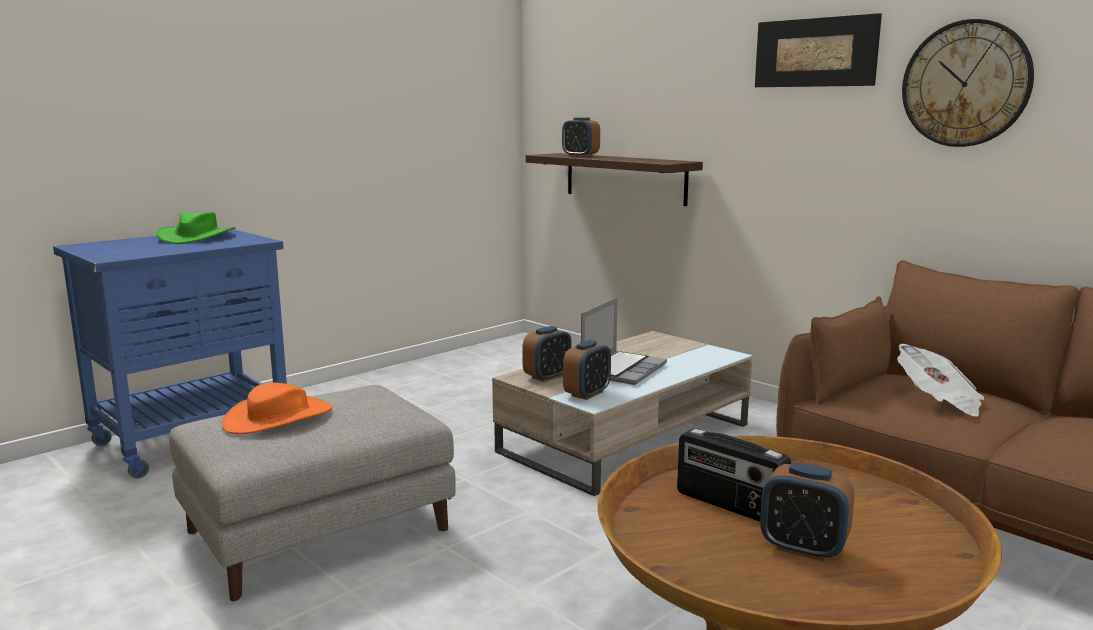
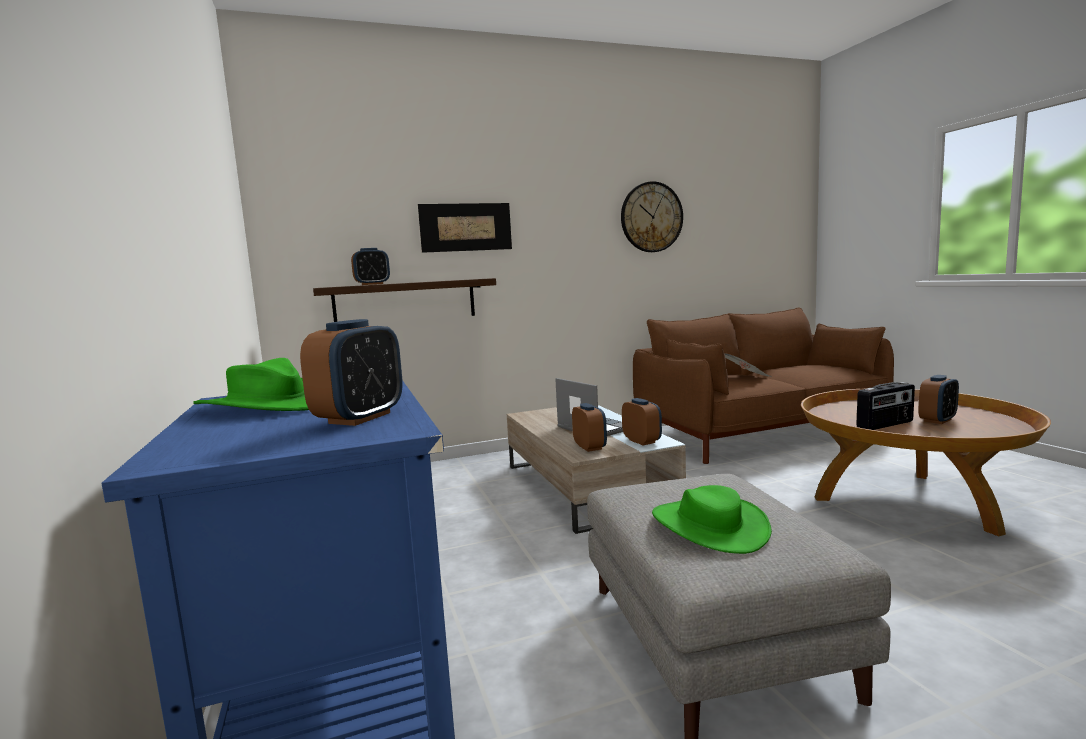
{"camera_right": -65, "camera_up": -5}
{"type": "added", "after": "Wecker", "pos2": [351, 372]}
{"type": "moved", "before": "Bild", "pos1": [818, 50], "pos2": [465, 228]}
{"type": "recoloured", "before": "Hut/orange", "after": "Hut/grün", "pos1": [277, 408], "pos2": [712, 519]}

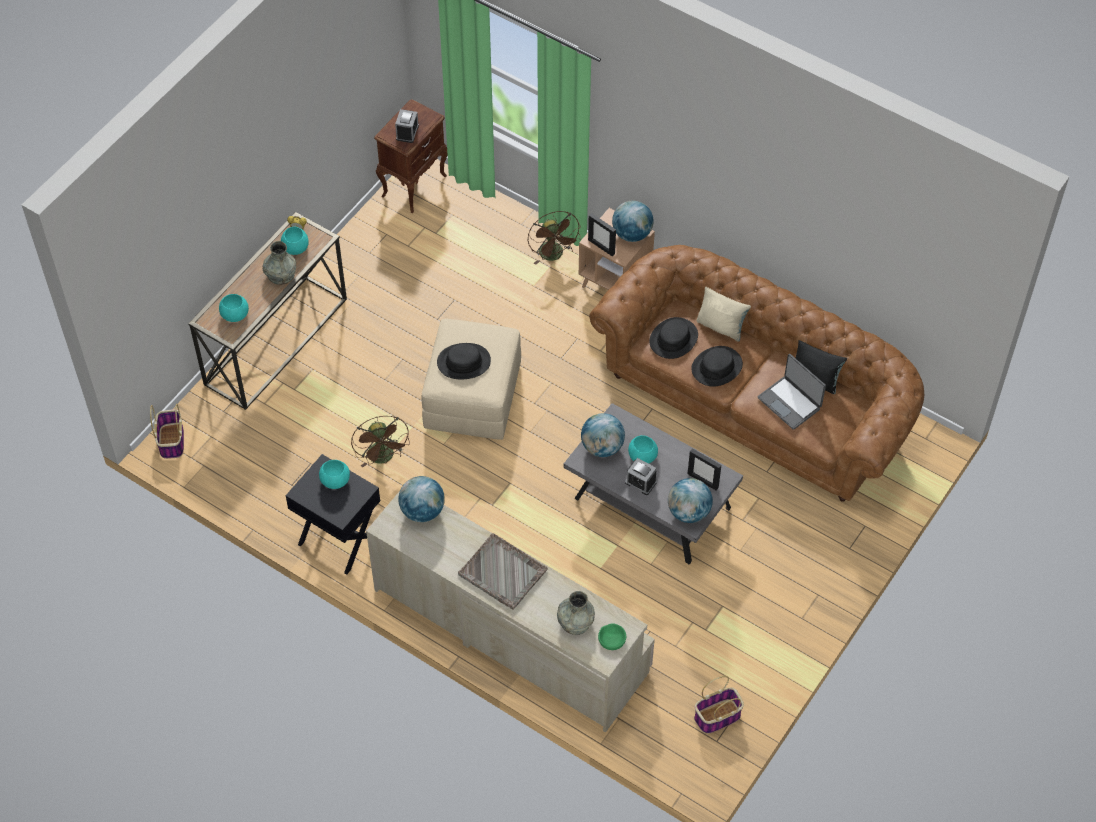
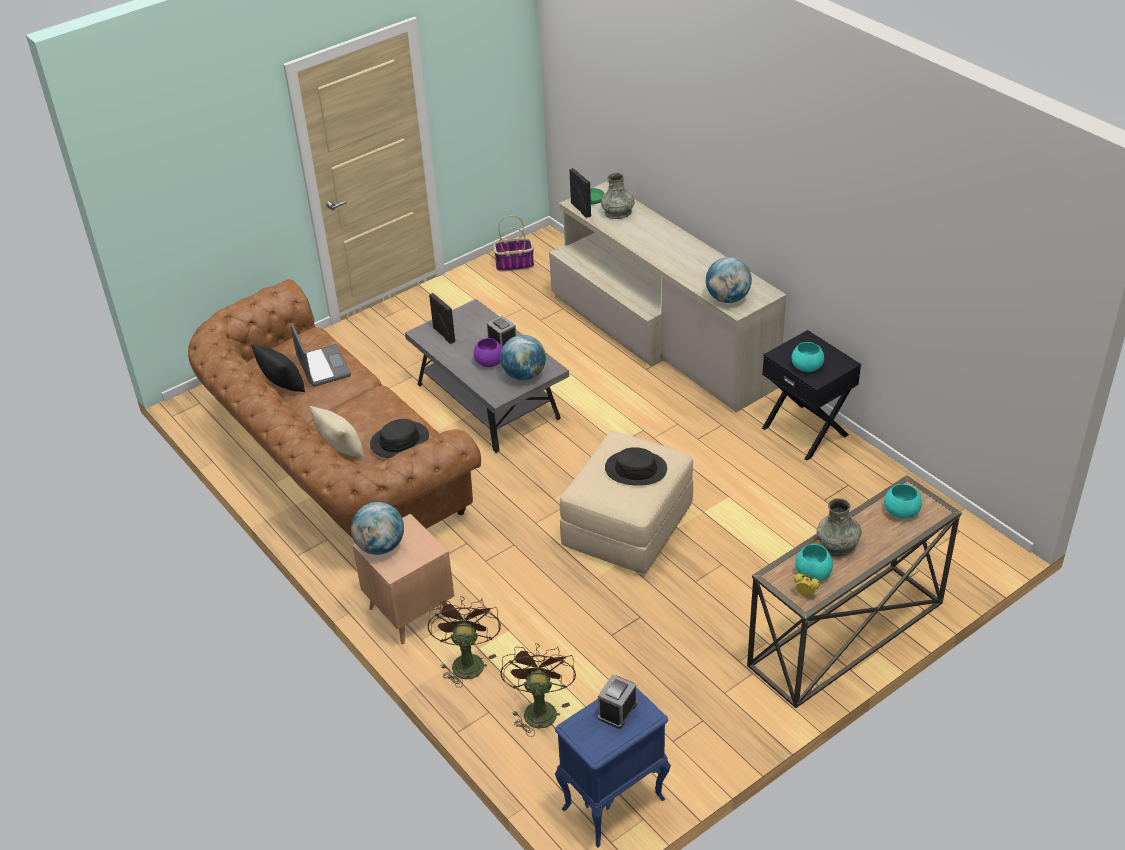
{"camera_right": -160, "camera_up": -15}
{"type": "removed", "before": "Korb", "pos1": [167, 431]}
{"type": "removed", "before": "Tablett/grau", "pos1": [502, 571]}
{"type": "removed", "before": "Globus", "pos1": [690, 500]}
{"type": "removed", "before": "Hut/schwarz", "pos1": [717, 366]}
{"type": "moved", "before": "Ventilator/braun", "pos1": [380, 442], "pos2": [538, 690]}
{"type": "moved", "before": "Bilderrahmen", "pos1": [602, 235], "pos2": [580, 193]}
{"type": "recoloured", "before": "Nachttisch/braun", "after": "Nachttisch/blau", "pos1": [411, 157], "pos2": [613, 767]}
{"type": "recoloured", "before": "Schüssel/türkis", "after": "Schüssel/lila", "pos1": [643, 449], "pos2": [487, 352]}

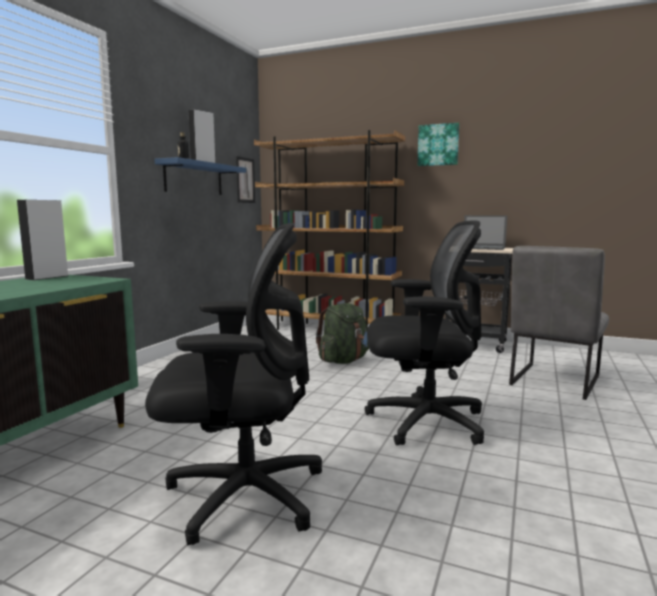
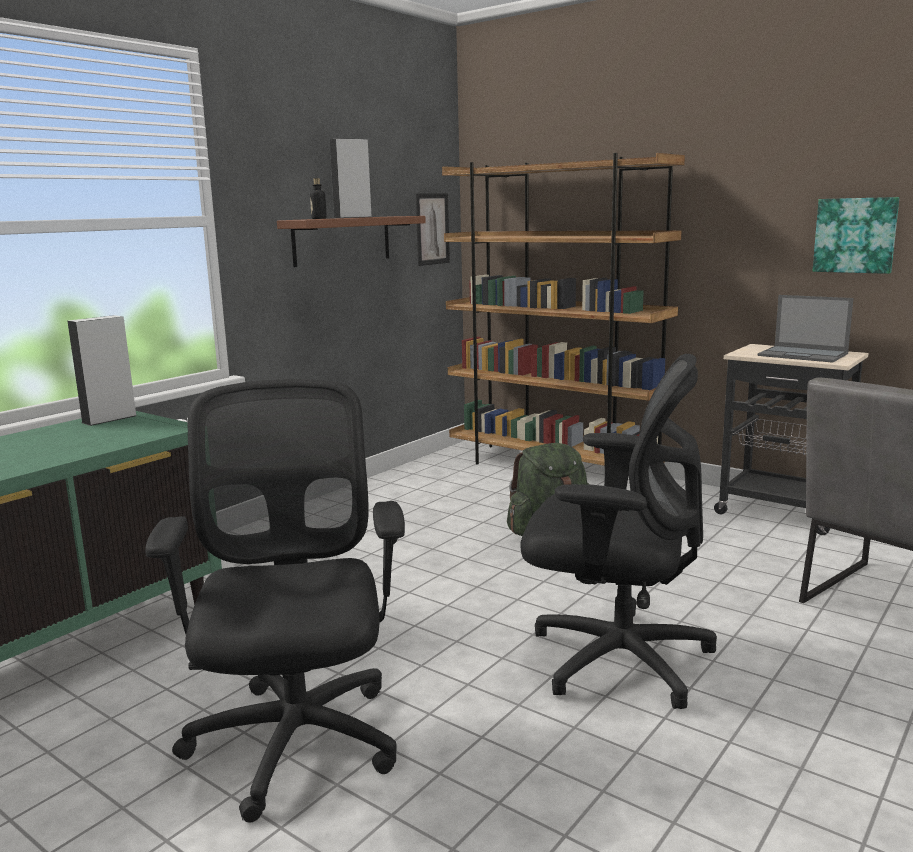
{"camera_right": 15, "camera_up": 5}
{"type": "moved", "before": "Bild", "pos1": [438, 144], "pos2": [856, 235]}
{"type": "recoloured", "before": "Wandregal/blau", "after": "Wandregal/braun", "pos1": [200, 176], "pos2": [351, 241]}
{"type": "turned", "before": "Bürostuhl/schwarz", "pos1": [233, 384], "pos2": [275, 600], "turn": -105}

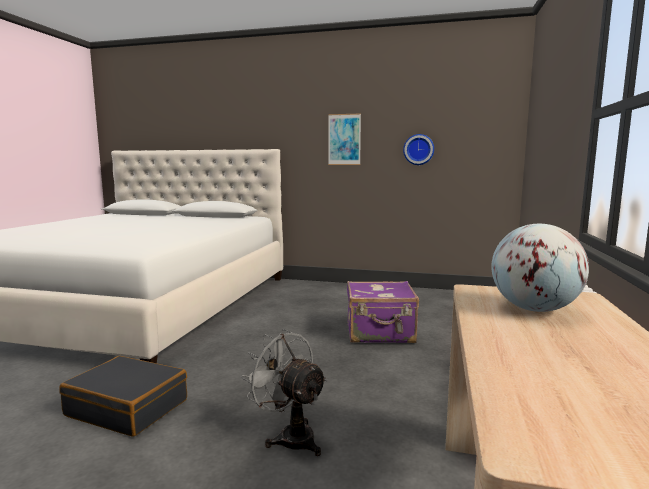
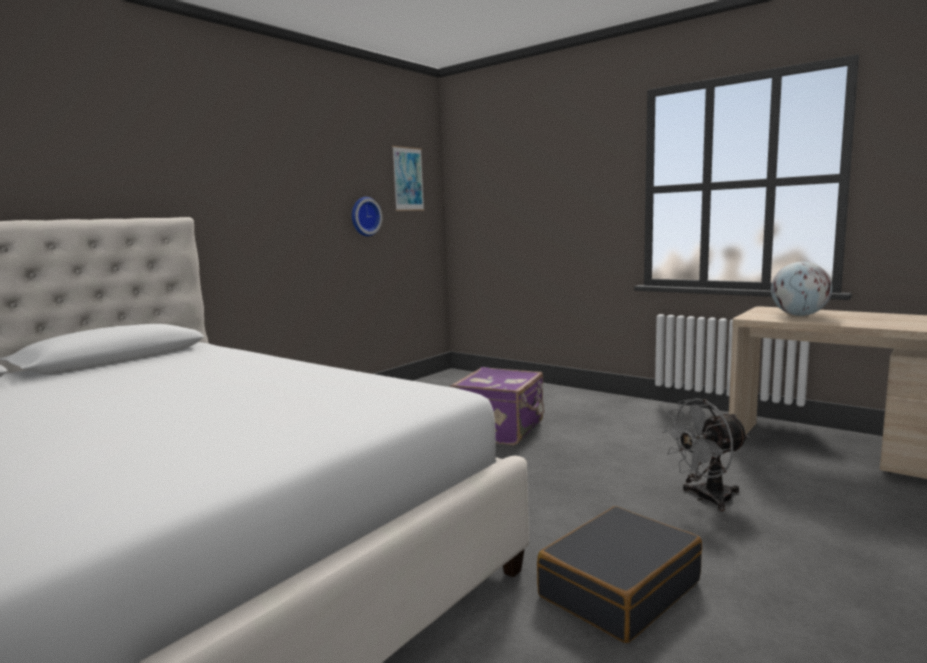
{"camera_right": -65, "camera_up": 0}
{"type": "moved", "before": "Bild", "pos1": [344, 139], "pos2": [408, 178]}

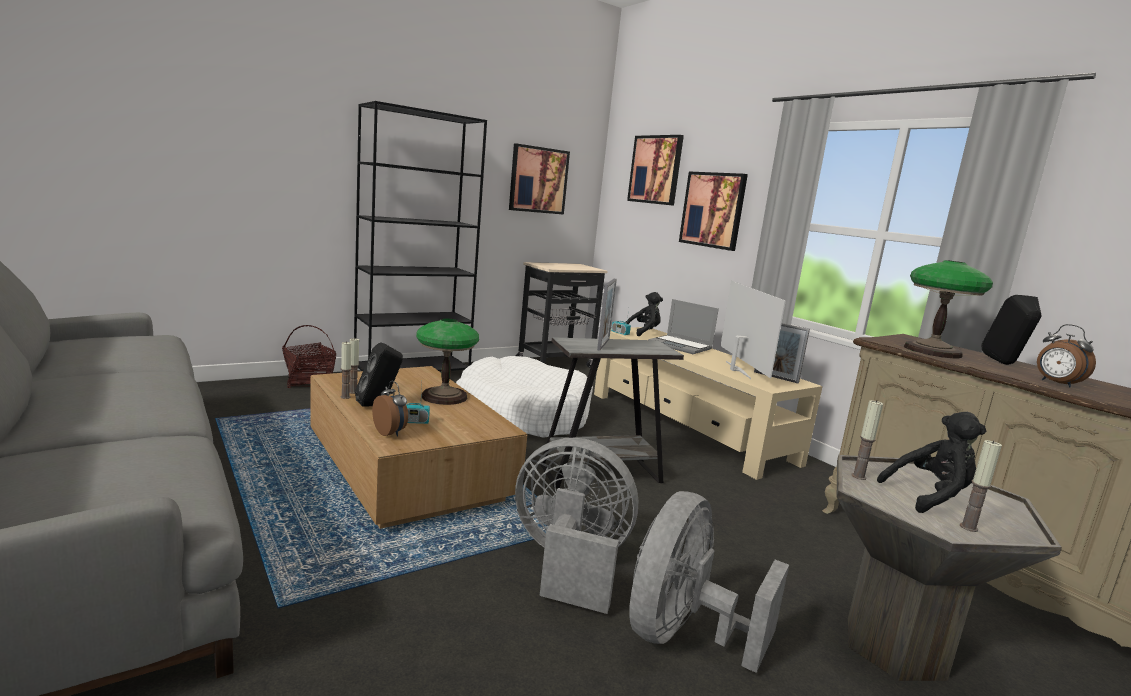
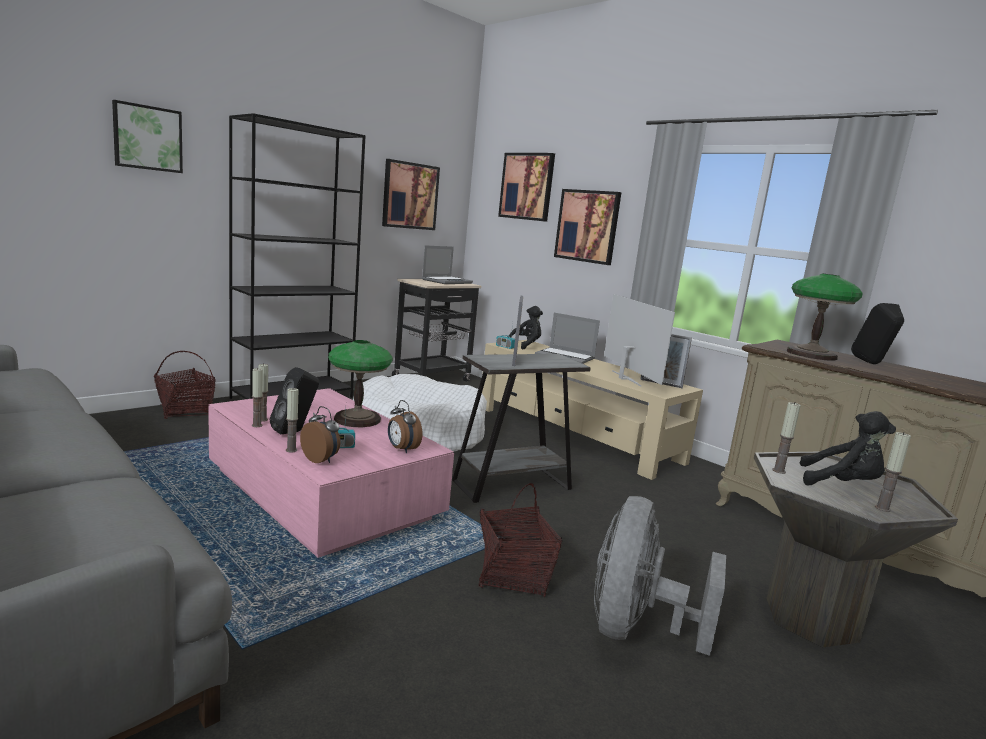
{"camera_right": -10, "camera_up": 0}
{"type": "added", "after": "Bild", "pos2": [147, 136]}
{"type": "added", "after": "Kerze", "pos2": [292, 420]}
{"type": "added", "after": "Laptop", "pos2": [447, 264]}
{"type": "moved", "before": "Wecker", "pos1": [1066, 355], "pos2": [405, 426]}
{"type": "replaced", "before": "Ventilator/grau", "after": "Korb", "pos1": [577, 526], "pos2": [520, 540]}
{"type": "recoloured", "before": "Couchtisch/braun", "after": "Couchtisch/rosa", "pos1": [418, 447], "pos2": [331, 473]}
{"type": "turned", "before": "Plüschtier/schwarz", "pos1": [931, 462], "pos2": [848, 448], "turn": 45}

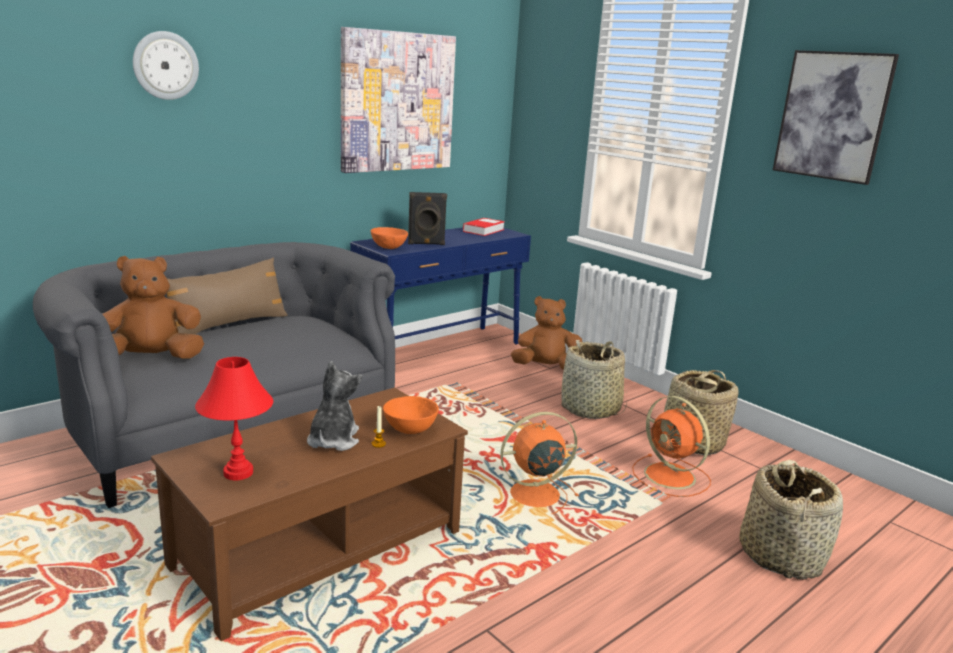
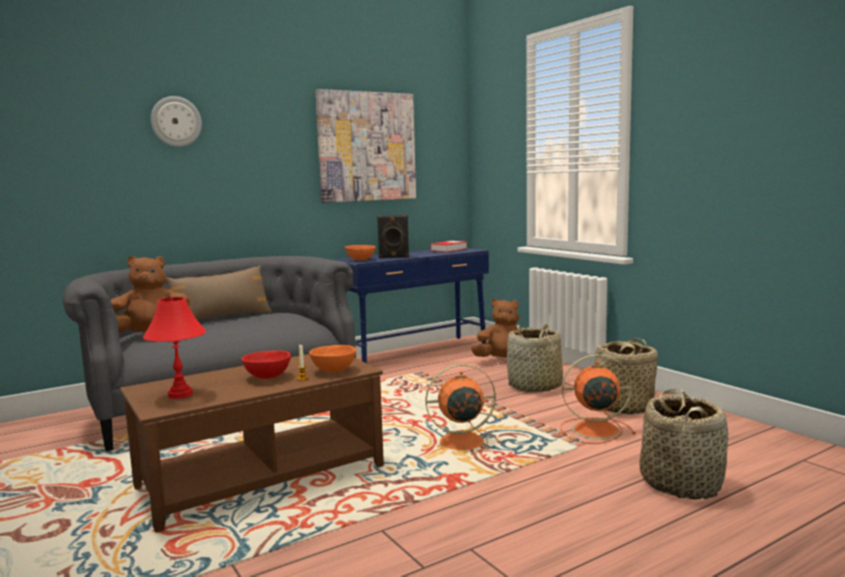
{"camera_right": 10, "camera_up": -10}
{"type": "removed", "before": "Bild", "pos1": [836, 117]}
{"type": "replaced", "before": "Plüschtier", "after": "Schüssel/rot", "pos1": [334, 406], "pos2": [266, 364]}
{"type": "turned", "before": "Ventilator/orange", "pos1": [671, 446], "pos2": [598, 399], "turn": 120}

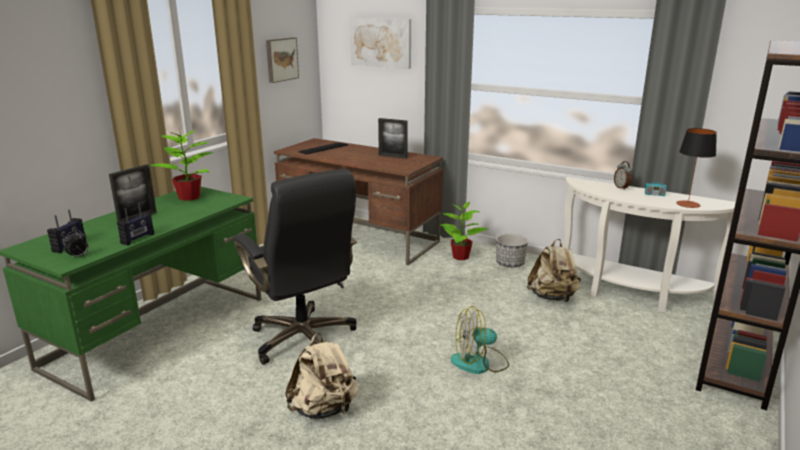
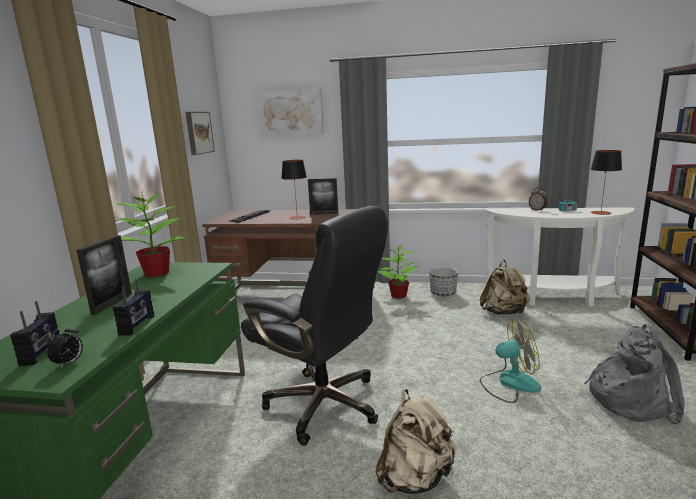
{"camera_right": -20, "camera_up": -5}
{"type": "added", "after": "Tischlampe", "pos2": [294, 190]}
{"type": "added", "after": "Rucksack/grau", "pos2": [634, 374]}
{"type": "turned", "before": "Ventilator", "pos1": [480, 340], "pos2": [510, 361], "turn": -150}

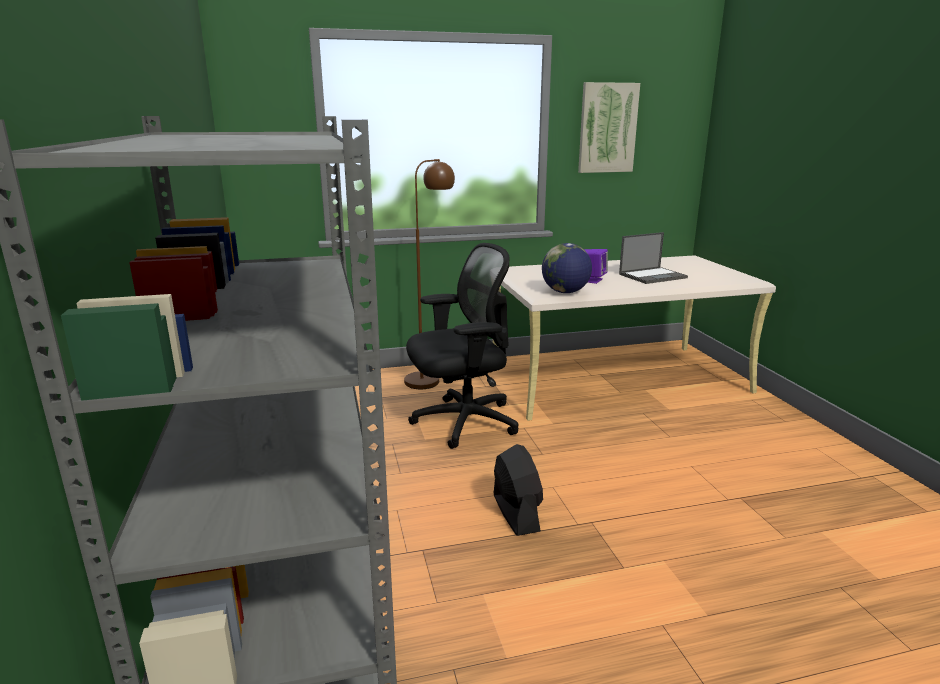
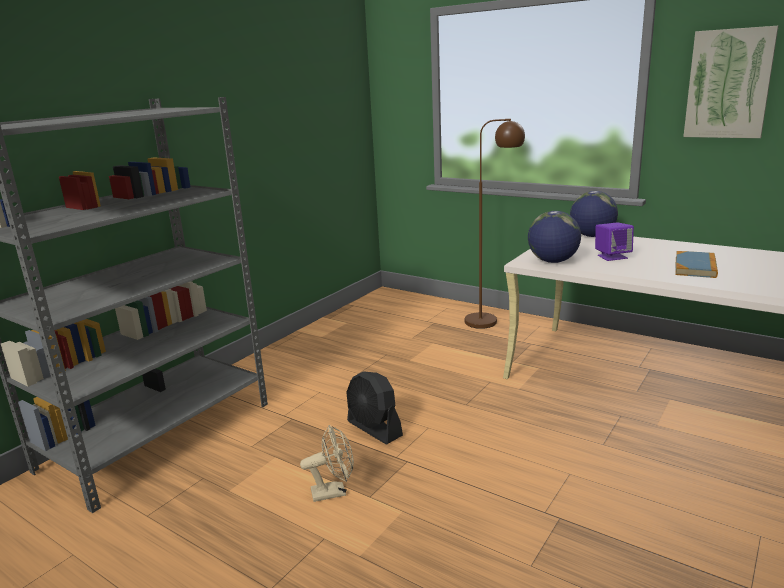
{"camera_right": 50, "camera_up": 0}
{"type": "removed", "before": "Bürostuhl/schwarz", "pos1": [462, 346]}
{"type": "added", "after": "Ventilator/beige", "pos2": [327, 463]}
{"type": "added", "after": "Globus", "pos2": [594, 214]}
{"type": "replaced", "before": "Laptop", "after": "Buch", "pos1": [653, 258], "pos2": [696, 264]}
{"type": "turned", "before": "Ventilator/schwarz", "pos1": [518, 490], "pos2": [374, 407], "turn": 105}

